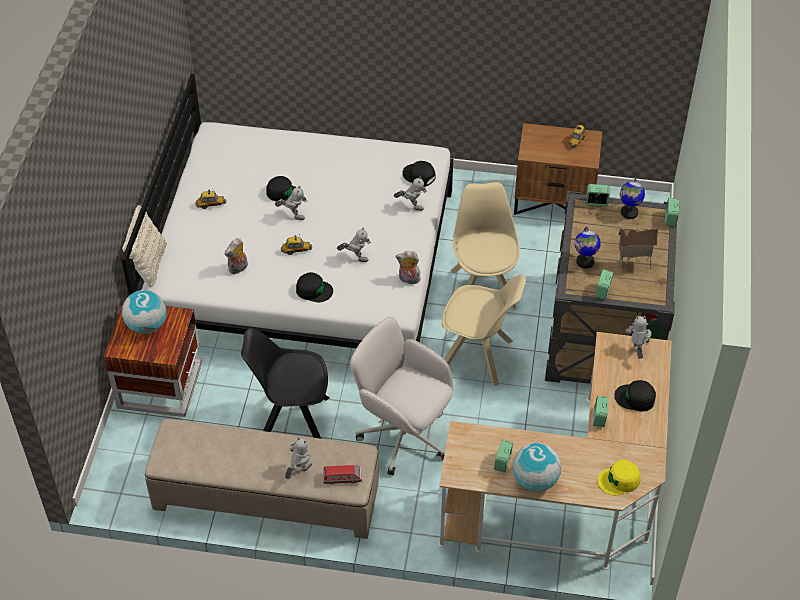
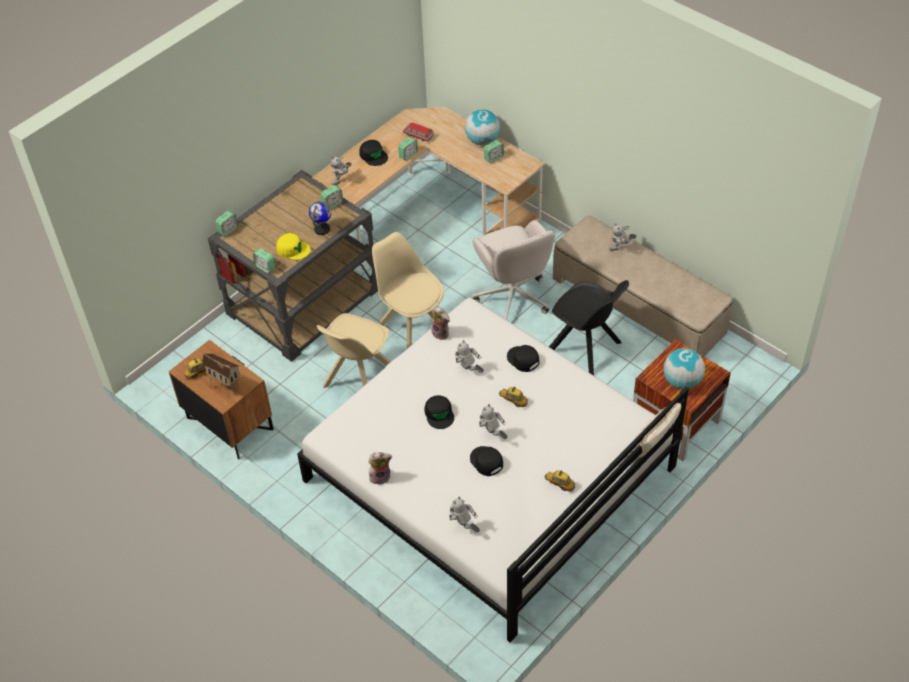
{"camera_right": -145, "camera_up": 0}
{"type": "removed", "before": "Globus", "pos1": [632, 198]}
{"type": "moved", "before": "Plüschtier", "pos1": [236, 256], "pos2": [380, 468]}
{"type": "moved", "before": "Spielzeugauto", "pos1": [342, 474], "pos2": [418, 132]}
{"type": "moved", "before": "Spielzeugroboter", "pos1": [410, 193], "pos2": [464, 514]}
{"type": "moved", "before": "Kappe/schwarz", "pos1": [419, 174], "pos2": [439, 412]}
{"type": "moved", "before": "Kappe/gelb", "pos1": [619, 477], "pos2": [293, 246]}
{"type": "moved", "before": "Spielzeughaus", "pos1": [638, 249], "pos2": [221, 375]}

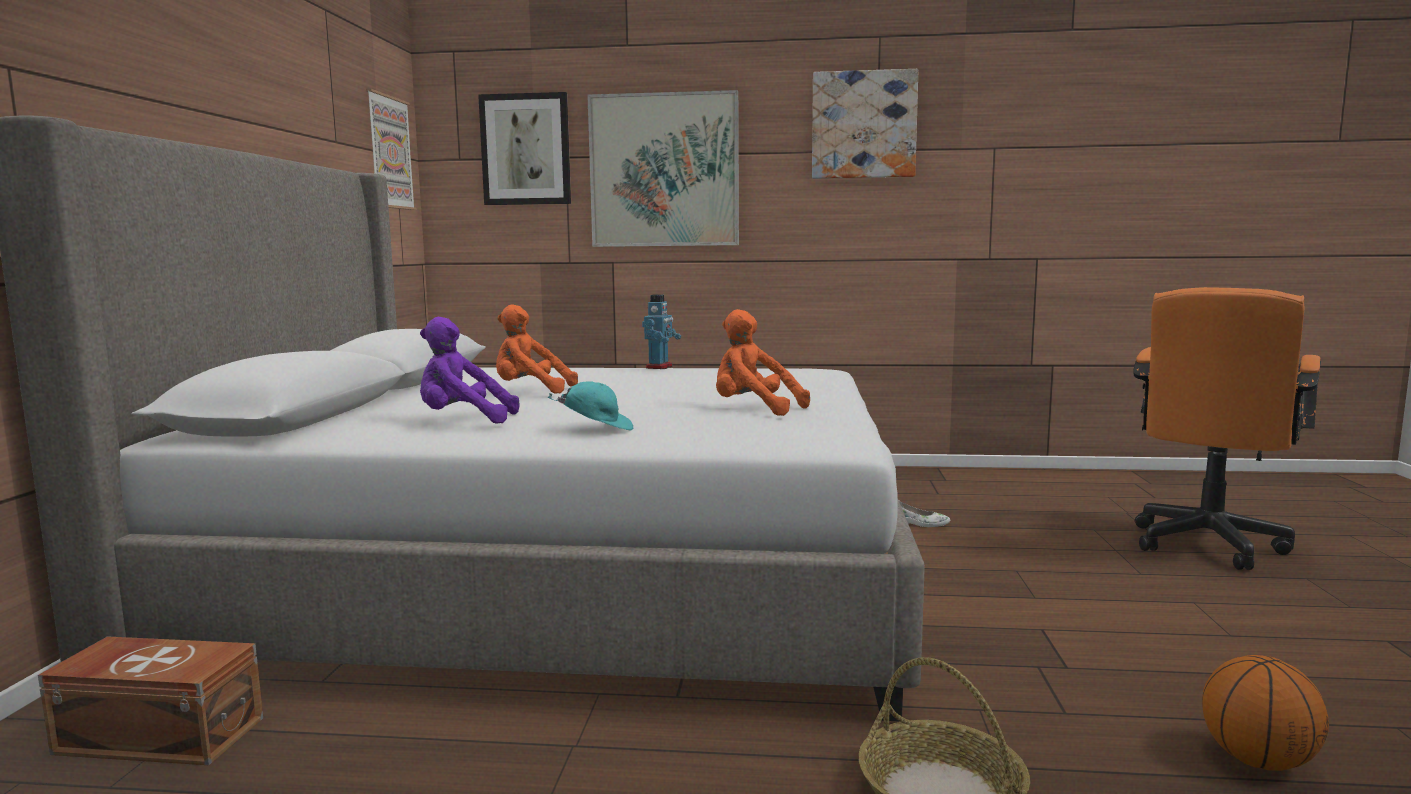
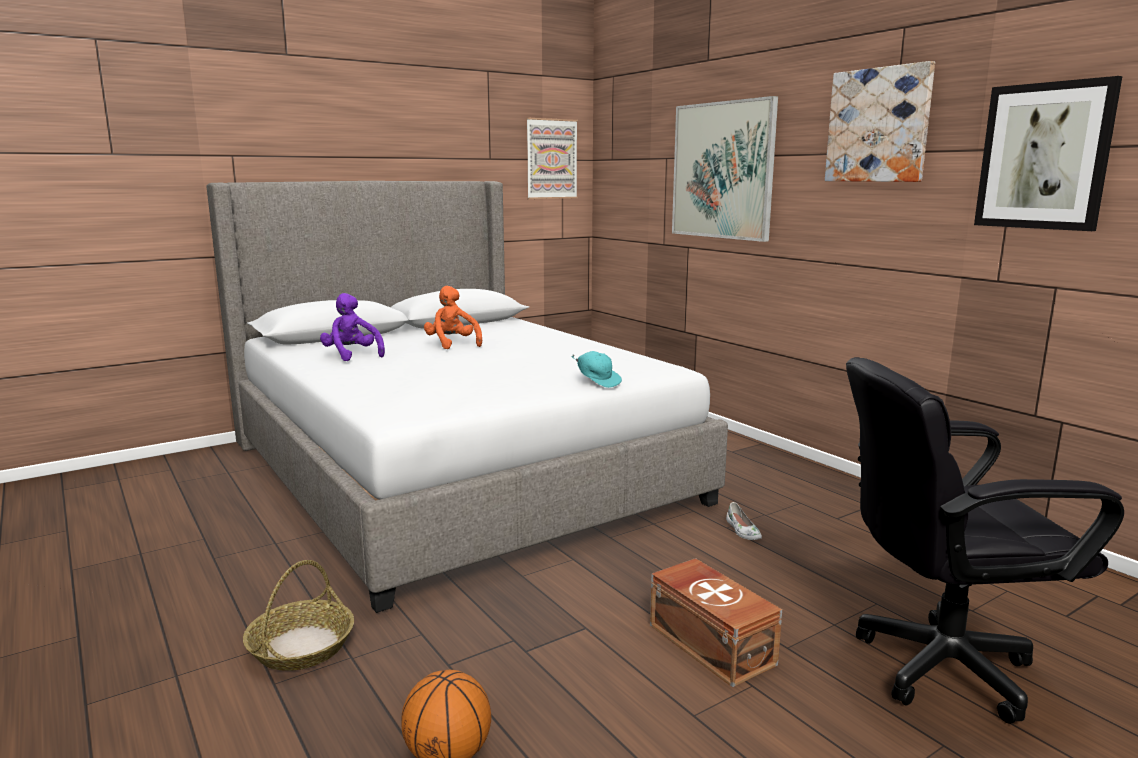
{"camera_right": 50, "camera_up": 5}
{"type": "removed", "before": "Spielzeugroboter", "pos1": [661, 331]}
{"type": "removed", "before": "Plüschtier/orange", "pos1": [763, 362]}
{"type": "moved", "before": "Aufbewahrungsbox/braun", "pos1": [150, 700], "pos2": [716, 622]}
{"type": "moved", "before": "Bild", "pos1": [524, 148], "pos2": [1048, 153]}
{"type": "moved", "before": "Kappe/türkis", "pos1": [590, 405], "pos2": [596, 369]}
{"type": "recoloured", "before": "Bürostuhl/orange", "after": "Bürostuhl/schwarz", "pos1": [1227, 428], "pos2": [985, 540]}

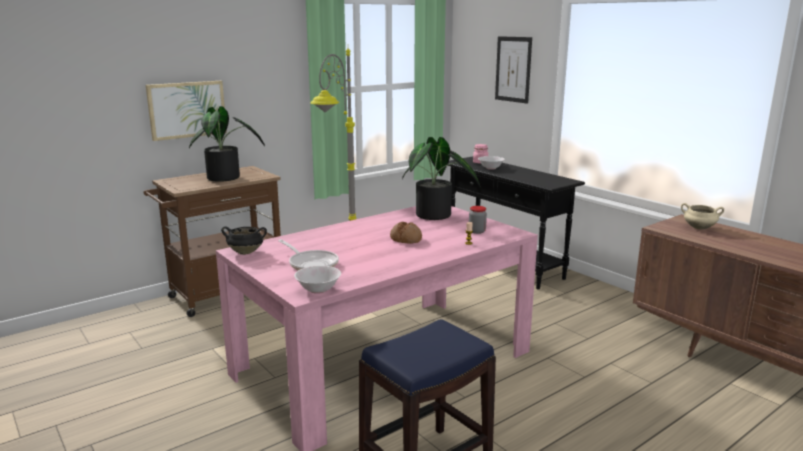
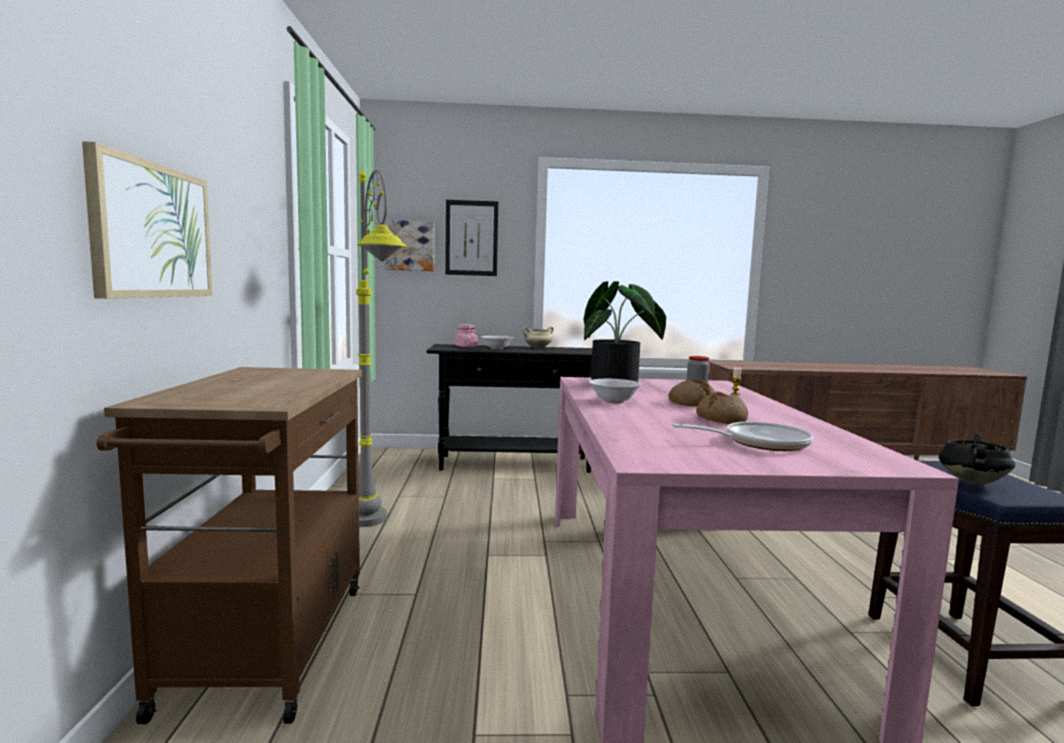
{"camera_right": -55, "camera_up": -10}
{"type": "removed", "before": "Topfpflanze", "pos1": [227, 144]}
{"type": "added", "after": "Bild", "pos2": [409, 245]}
{"type": "added", "after": "Brot", "pos2": [722, 407]}
{"type": "moved", "before": "Kochtopf/schwarz", "pos1": [244, 240], "pos2": [977, 459]}
{"type": "moved", "before": "Schüssel/weiß", "pos1": [317, 280], "pos2": [615, 391]}
{"type": "moved", "before": "Kochtopf/beige", "pos1": [702, 216], "pos2": [538, 338]}

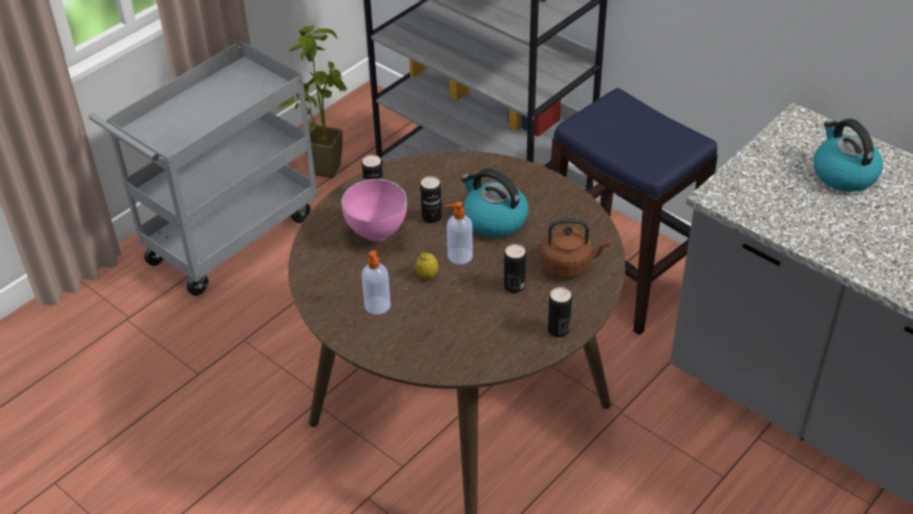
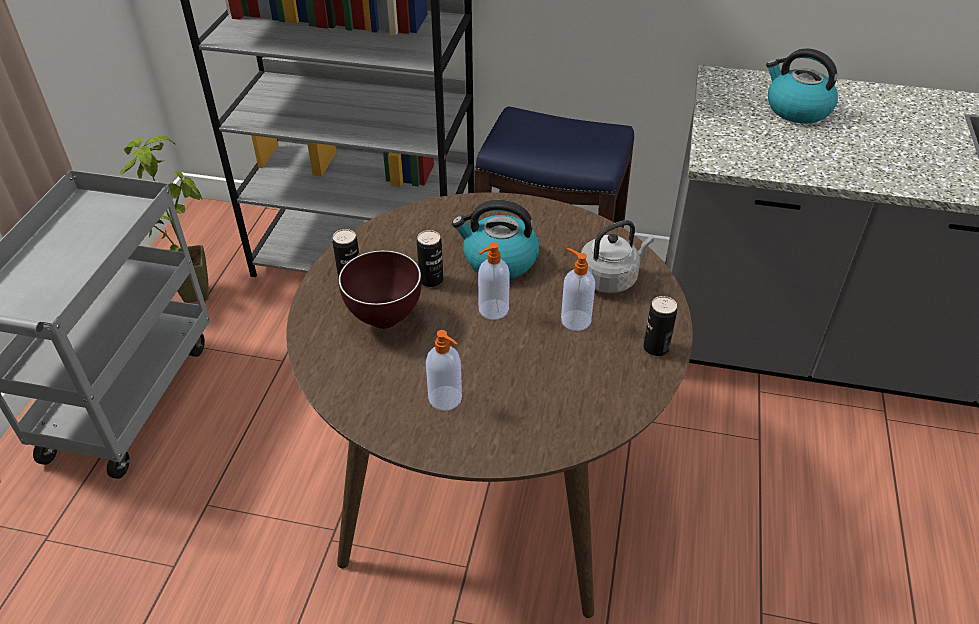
{"camera_right": -30, "camera_up": 0}
{"type": "removed", "before": "Zitrone", "pos1": [426, 265]}
{"type": "replaced", "before": "Dose", "after": "Seifenspender", "pos1": [515, 268], "pos2": [578, 289]}
{"type": "recoloured", "before": "Schüssel/rosa", "after": "Schüssel/braun", "pos1": [374, 210], "pos2": [380, 289]}
{"type": "recoloured", "before": "Wasserkessel/braun", "after": "Wasserkessel/grau", "pos1": [575, 248], "pos2": [617, 256]}

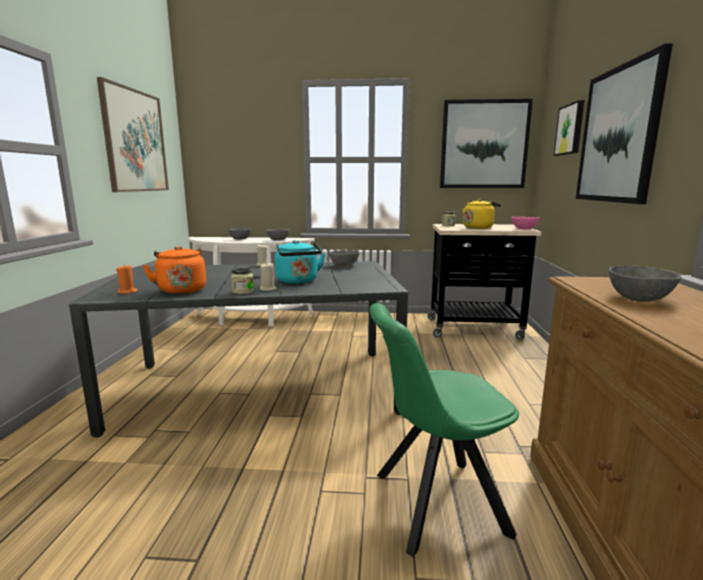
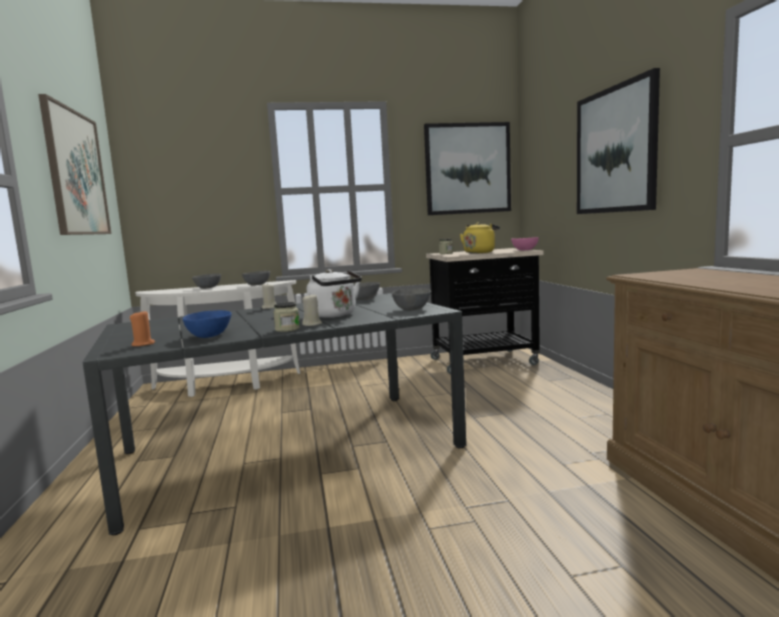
{"camera_right": -15, "camera_up": -5}
{"type": "removed", "before": "Stuhl/grün", "pos1": [444, 430]}
{"type": "removed", "before": "Bild", "pos1": [569, 128]}
{"type": "moved", "before": "Schüssel/grau", "pos1": [645, 283], "pos2": [411, 299]}
{"type": "replaced", "before": "Wasserkessel/orange", "after": "Schüssel/blau", "pos1": [174, 270], "pos2": [207, 324]}
{"type": "recoloured", "before": "Wasserkessel/türkis", "after": "Wasserkessel/weiß", "pos1": [300, 262], "pos2": [334, 293]}

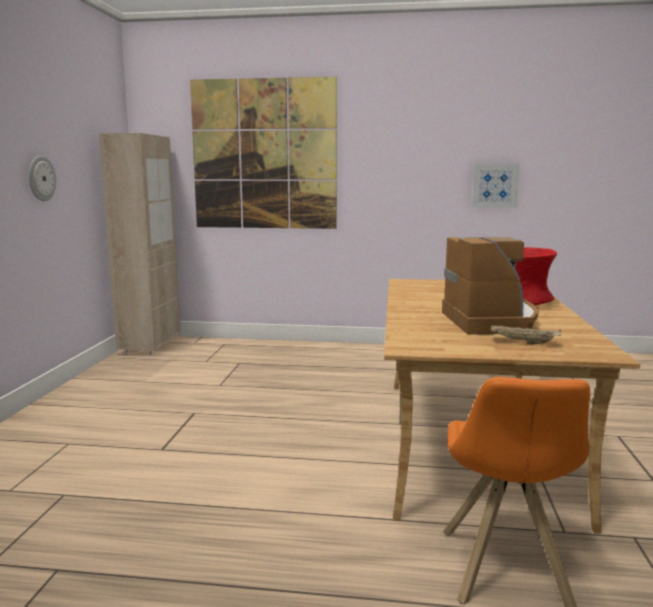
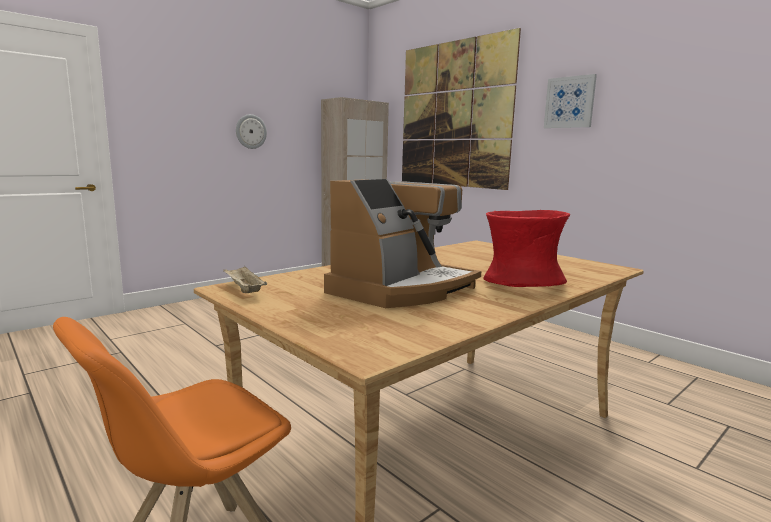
{"camera_right": 40, "camera_up": 0}
{"type": "moved", "before": "Bild", "pos1": [495, 186], "pos2": [570, 101]}
{"type": "moved", "before": "Tablett/beige", "pos1": [526, 334], "pos2": [245, 279]}

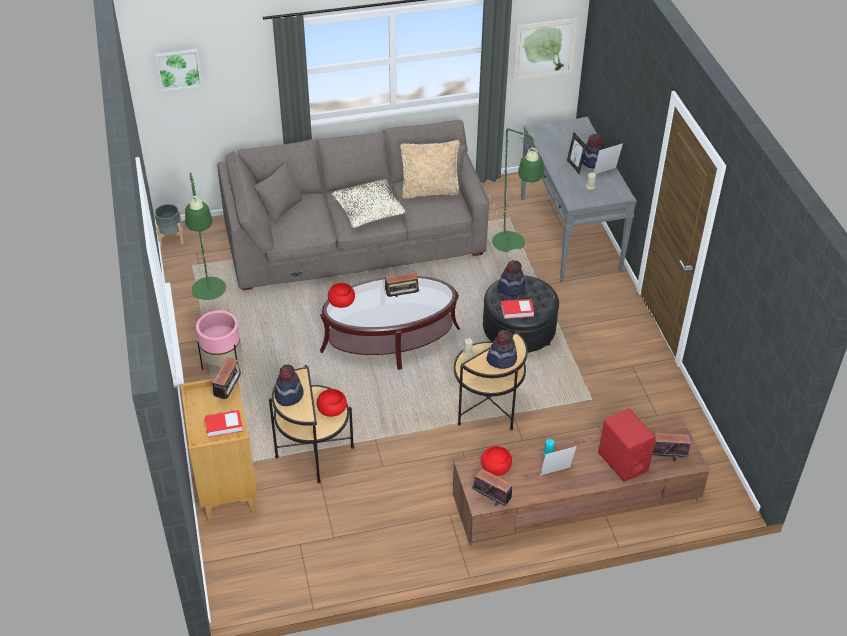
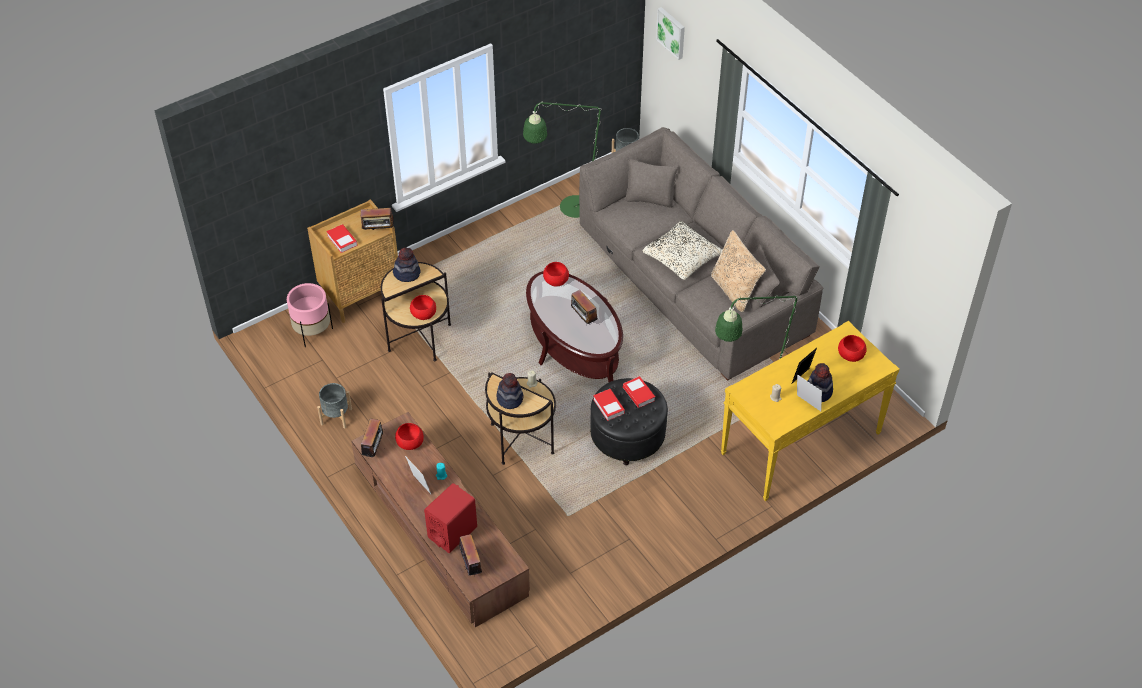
{"camera_right": 70, "camera_up": 5}
{"type": "removed", "before": "Bild", "pos1": [545, 49]}
{"type": "added", "after": "Pflanzkübel/grau", "pos2": [334, 405]}
{"type": "added", "after": "Schüssel/rot", "pos2": [852, 348]}
{"type": "moved", "before": "Pflanzkübel/rosa", "pos1": [219, 340], "pos2": [310, 315]}
{"type": "replaced", "before": "Hut", "after": "Buch", "pos1": [511, 278], "pos2": [639, 392]}
{"type": "recoloured", "before": "Konsolentisch/grau", "after": "Konsolentisch/gelb", "pos1": [578, 199], "pos2": [810, 411]}

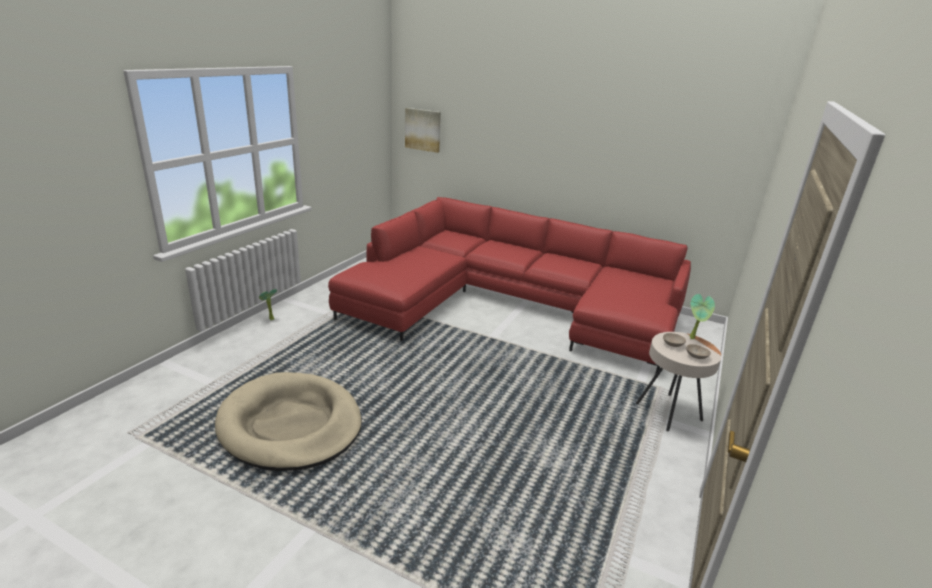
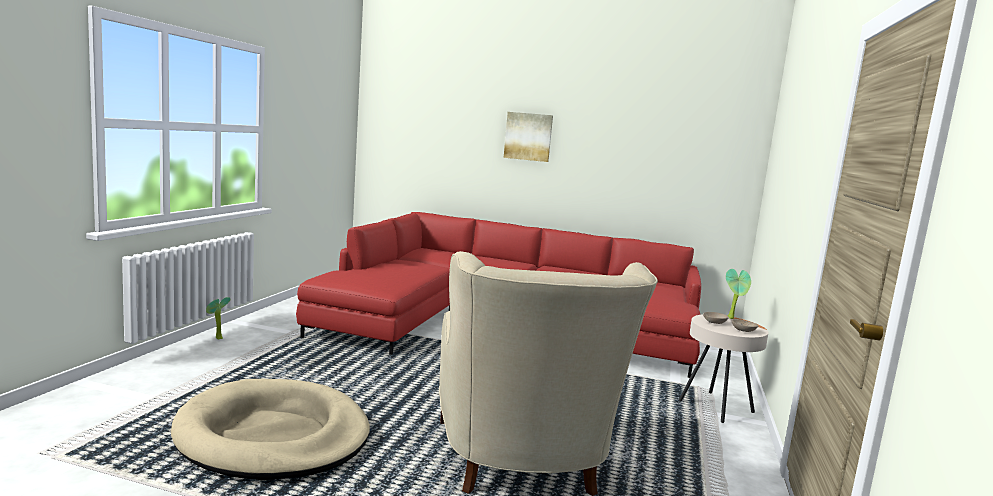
{"camera_right": -10, "camera_up": -15}
{"type": "added", "after": "Sessel/beige", "pos2": [548, 373]}
{"type": "moved", "before": "Bild", "pos1": [423, 130], "pos2": [528, 137]}

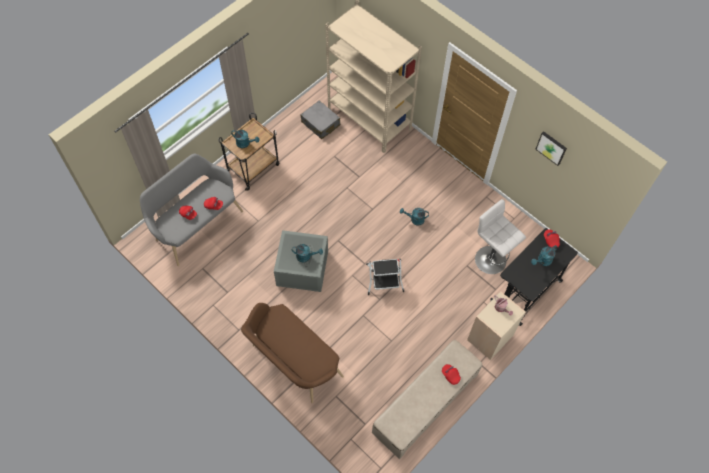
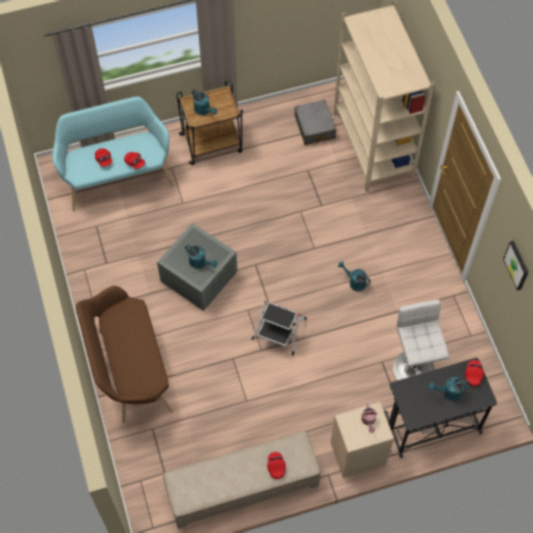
{"camera_right": 30, "camera_up": 0}
{"type": "recoloured", "before": "Bank/grau", "after": "Bank/türkis", "pos1": [191, 210], "pos2": [112, 154]}

